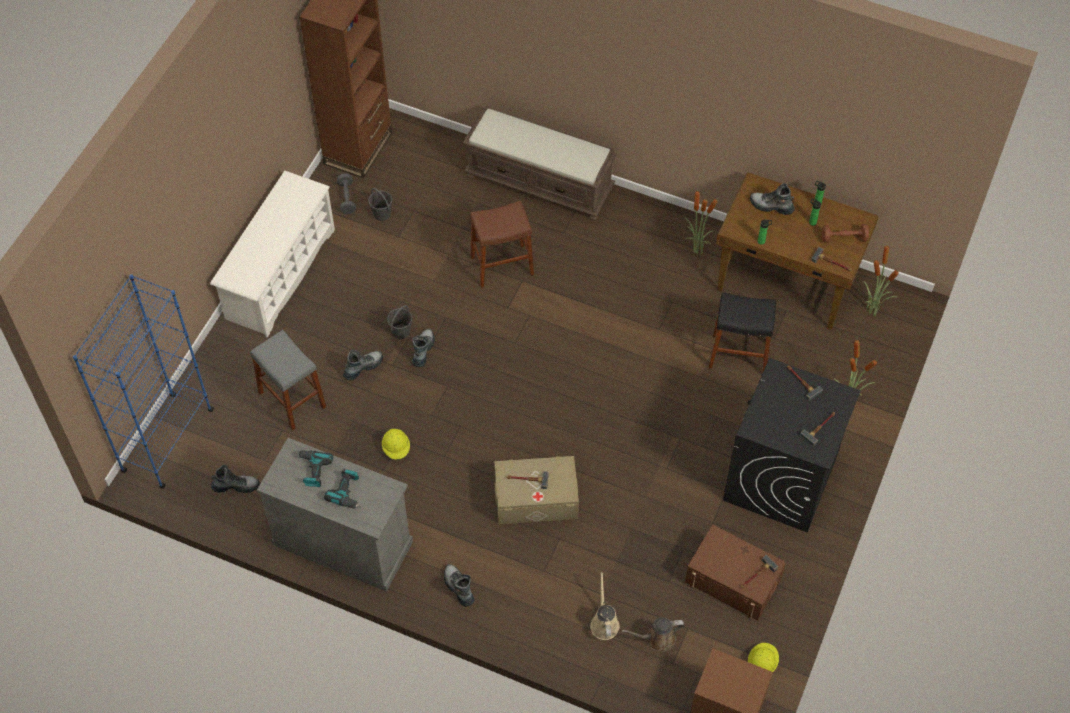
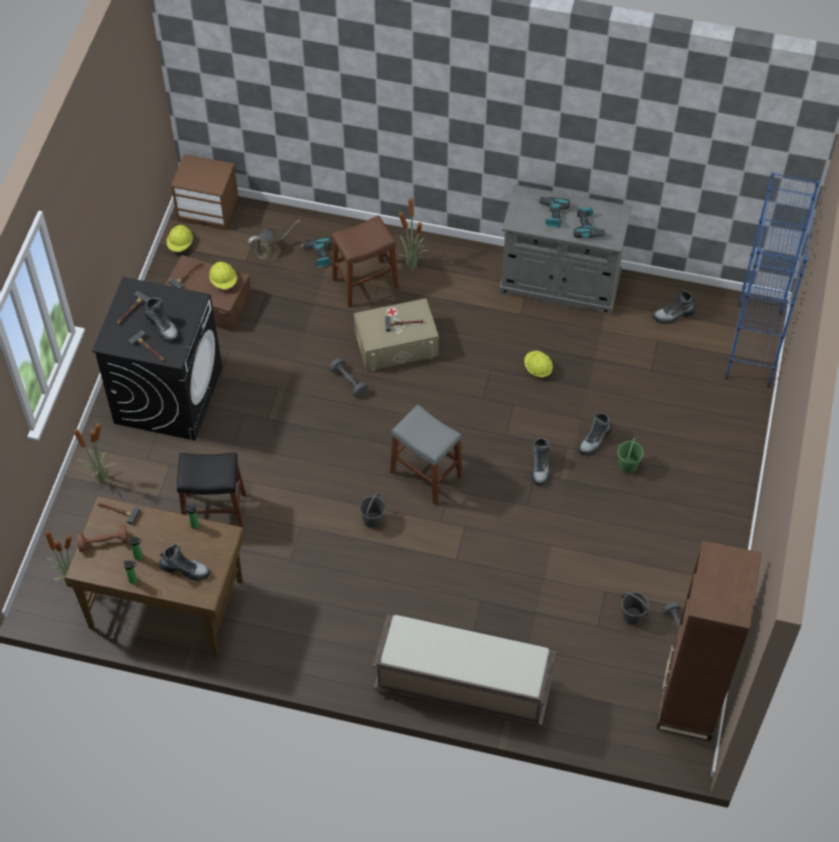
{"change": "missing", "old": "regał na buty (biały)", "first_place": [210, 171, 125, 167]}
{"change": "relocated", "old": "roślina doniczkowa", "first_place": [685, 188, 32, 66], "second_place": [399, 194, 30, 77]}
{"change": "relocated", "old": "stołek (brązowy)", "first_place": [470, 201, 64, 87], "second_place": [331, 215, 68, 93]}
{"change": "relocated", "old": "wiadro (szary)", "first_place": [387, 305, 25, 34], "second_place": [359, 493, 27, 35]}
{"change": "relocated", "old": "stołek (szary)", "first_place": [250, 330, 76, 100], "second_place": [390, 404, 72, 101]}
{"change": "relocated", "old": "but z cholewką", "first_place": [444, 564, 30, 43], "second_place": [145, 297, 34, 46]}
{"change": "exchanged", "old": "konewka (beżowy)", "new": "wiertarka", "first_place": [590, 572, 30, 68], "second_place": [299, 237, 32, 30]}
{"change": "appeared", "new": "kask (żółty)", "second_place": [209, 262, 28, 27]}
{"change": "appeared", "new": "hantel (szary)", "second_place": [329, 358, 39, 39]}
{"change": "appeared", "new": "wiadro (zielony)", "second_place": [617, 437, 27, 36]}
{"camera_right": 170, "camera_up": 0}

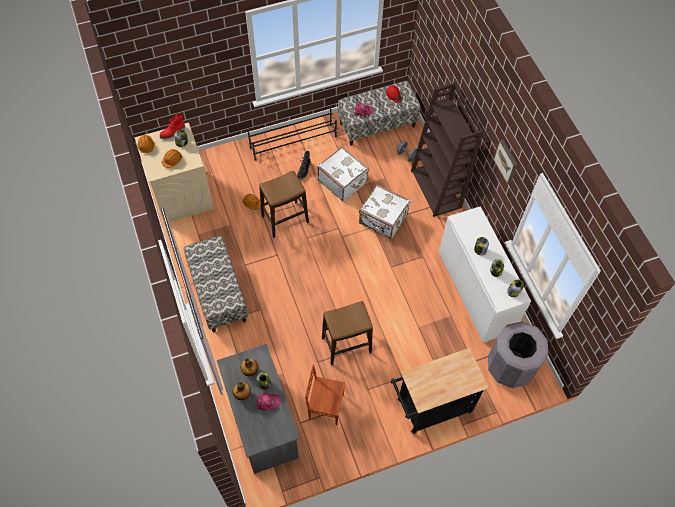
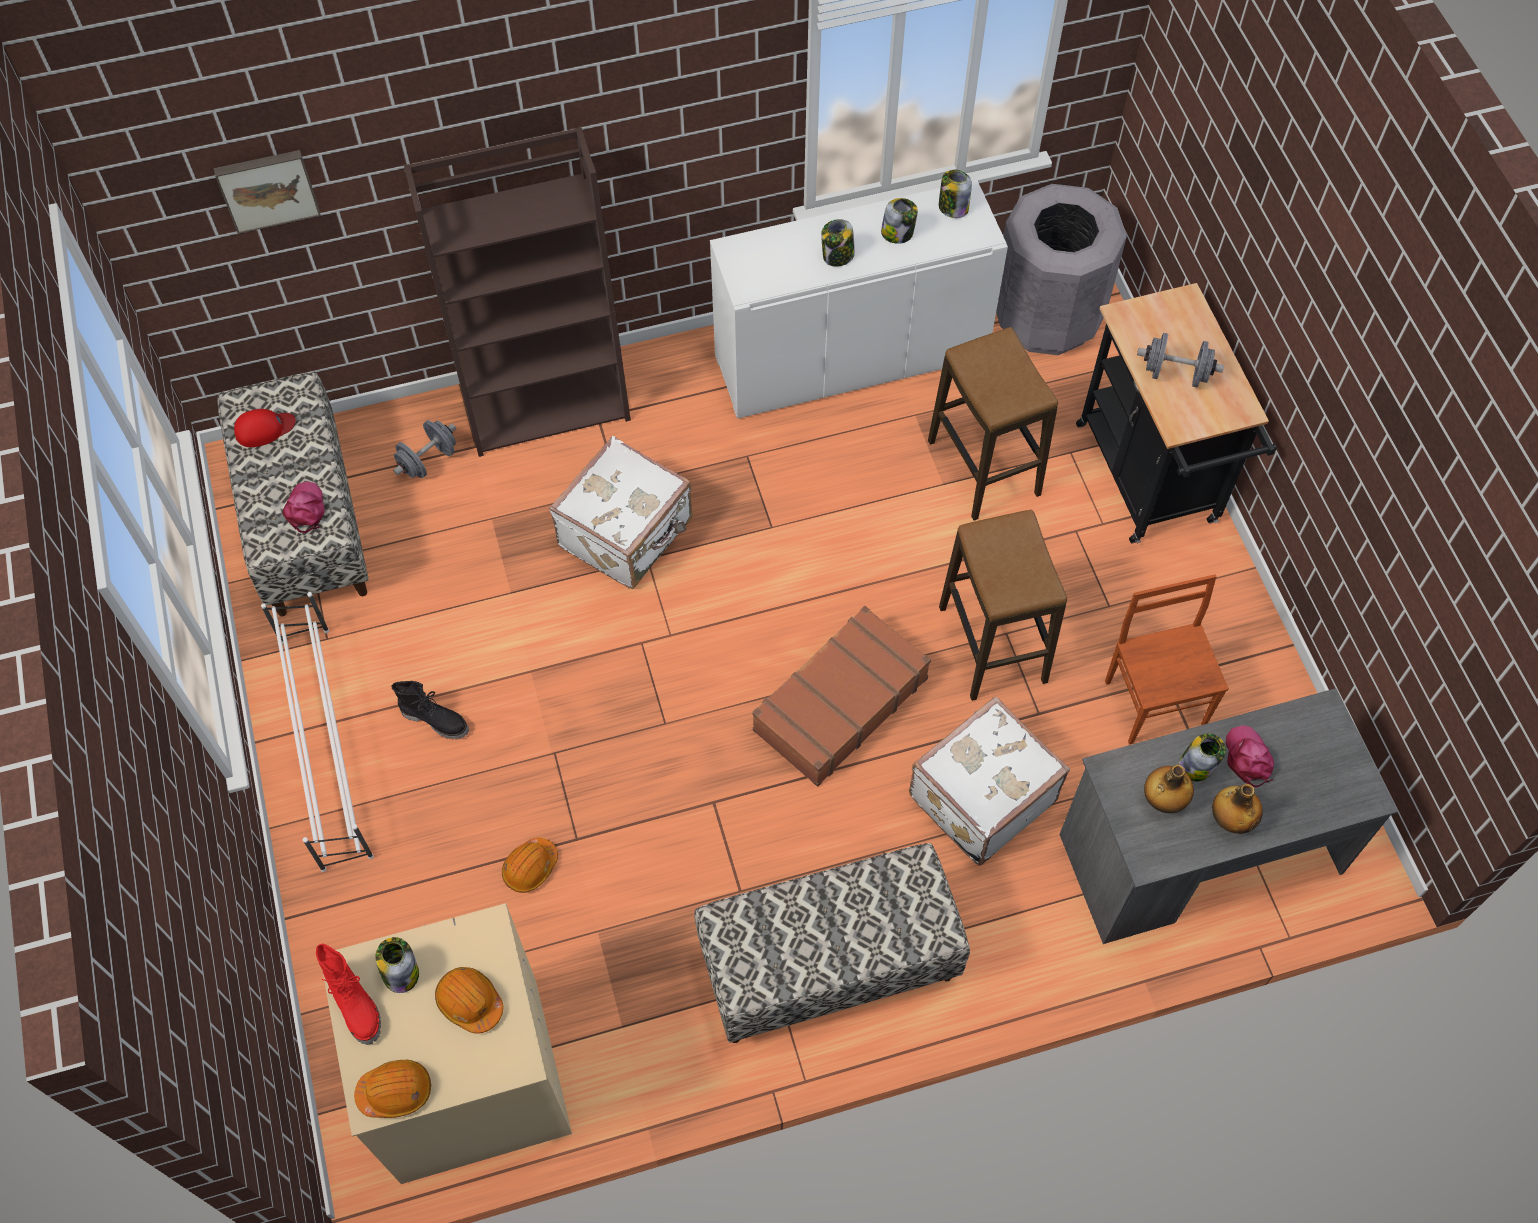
{"change": "colour", "old": "regał na buty (czarny)", "new": "regał na buty (biały)", "first_place": [248, 109, 89, 52], "second_place": [261, 592, 113, 280]}
{"change": "relocated", "old": "obraz", "first_place": [493, 139, 25, 45], "second_place": [214, 150, 107, 84]}
{"change": "relocated", "old": "walizka (biały)", "first_place": [317, 146, 52, 56], "second_place": [909, 696, 161, 170]}
{"change": "relocated", "old": "stołek", "first_place": [259, 170, 50, 68], "second_place": [928, 327, 130, 194]}
{"change": "spun", "old": "krzesło (brązowy)", "first_place": [305, 365, 40, 60], "second_place": [1105, 574, 124, 170], "degrees": 150}
{"change": "appeared", "new": "hantel (szary)", "second_place": [1137, 333, 87, 54]}
{"change": "appeared", "new": "walizka (brązowy)", "second_place": [752, 606, 179, 180]}
{"camera_right": -85, "camera_up": 0}

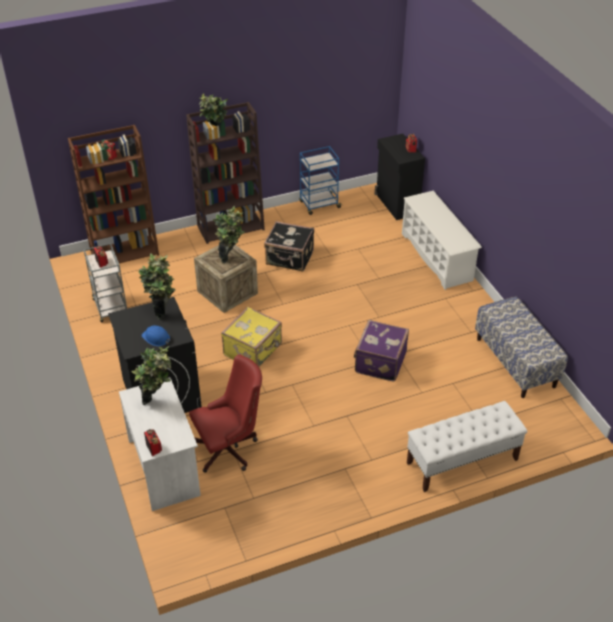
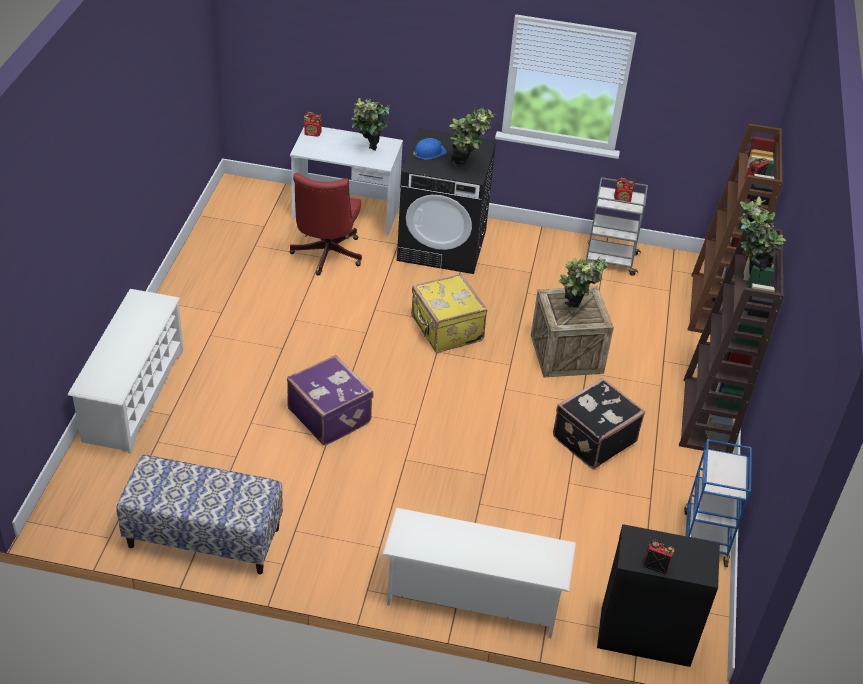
{"change": "exchanged", "old": "ławka (biały)", "new": "regał na buty (biały)", "first_place": [407, 401, 120, 91], "second_place": [68, 289, 115, 165]}
{"camera_right": 120, "camera_up": 0}

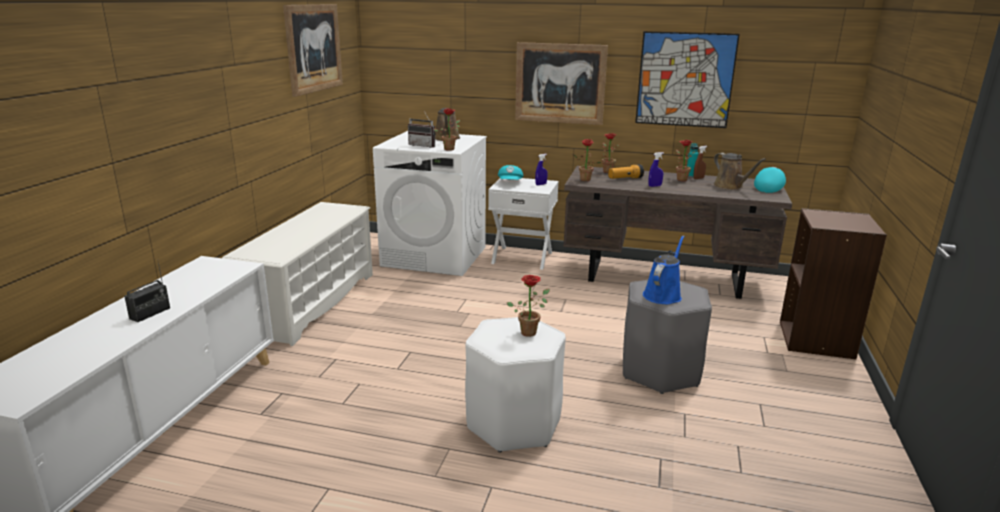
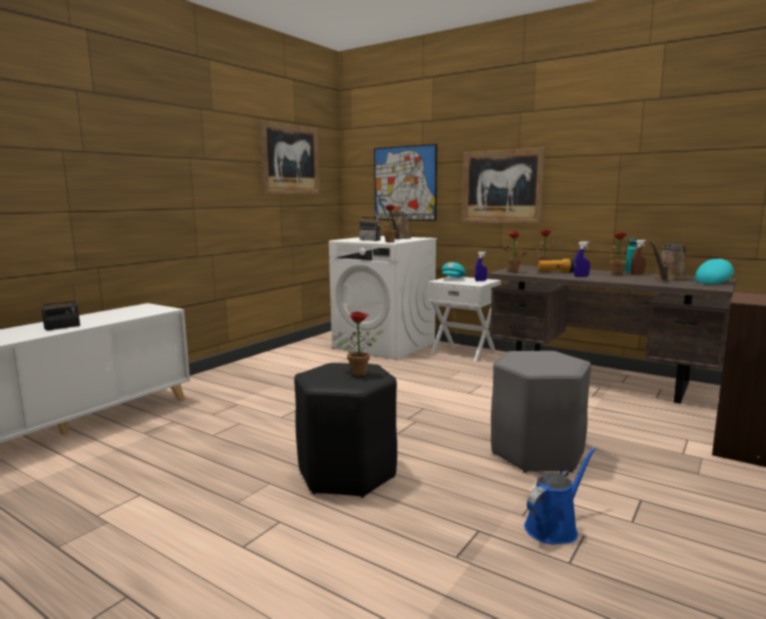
{"change": "relocated", "old": "obraz", "first_place": [635, 31, 105, 97], "second_place": [374, 144, 63, 77]}
{"change": "spun", "old": "konewka (brązowy)", "first_place": [713, 153, 53, 37], "second_place": [650, 242, 38, 40], "degrees": 60}
{"change": "missing", "old": "regał na buty (biały)", "first_place": [222, 202, 151, 144]}
{"change": "relocated", "old": "konewka (niebieski)", "first_place": [643, 235, 42, 69], "second_place": [524, 448, 72, 96]}
{"change": "colour", "old": "stołek (biały)", "new": "stołek (czarny)", "first_place": [465, 317, 101, 136], "second_place": [294, 363, 103, 135]}
{"camera_right": 20, "camera_up": -10}

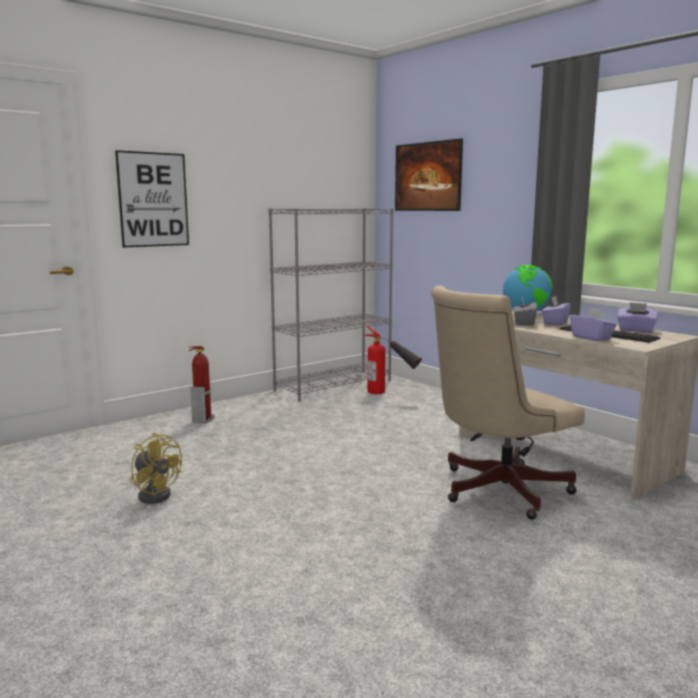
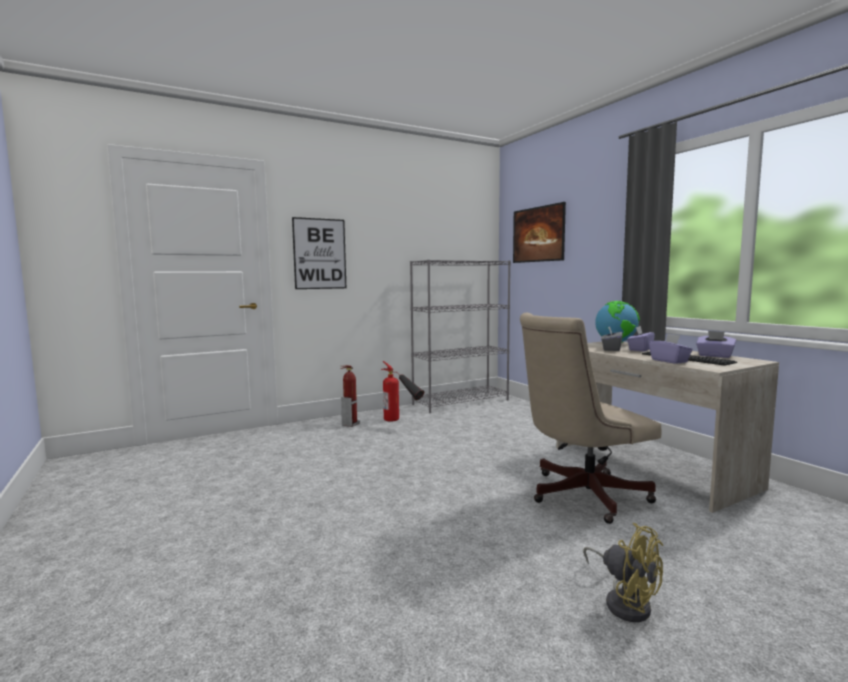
{"change": "relocated", "old": "gaśnica", "first_place": [363, 326, 59, 68], "second_place": [381, 361, 43, 61]}
{"change": "relocated", "old": "wentylator (żółty)", "first_place": [131, 432, 51, 72], "second_place": [583, 523, 80, 99]}
{"camera_right": 10, "camera_up": -5}

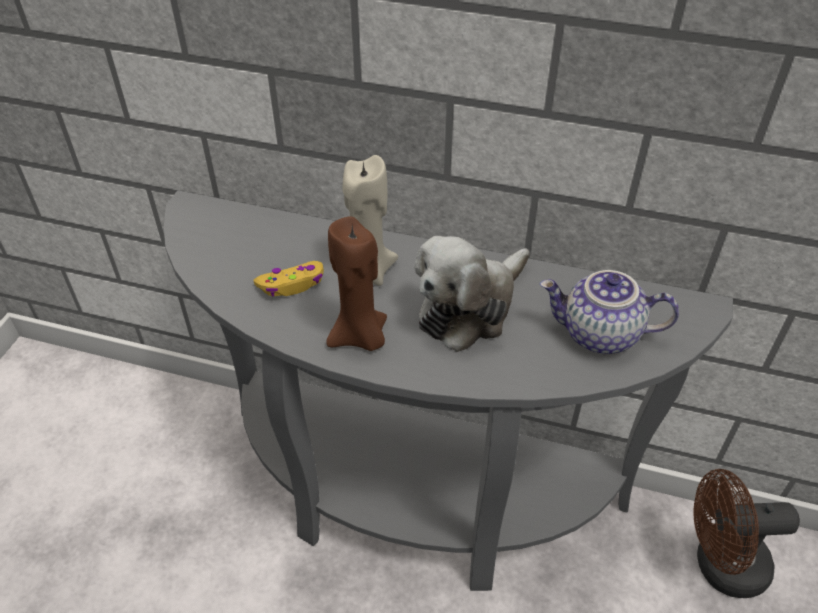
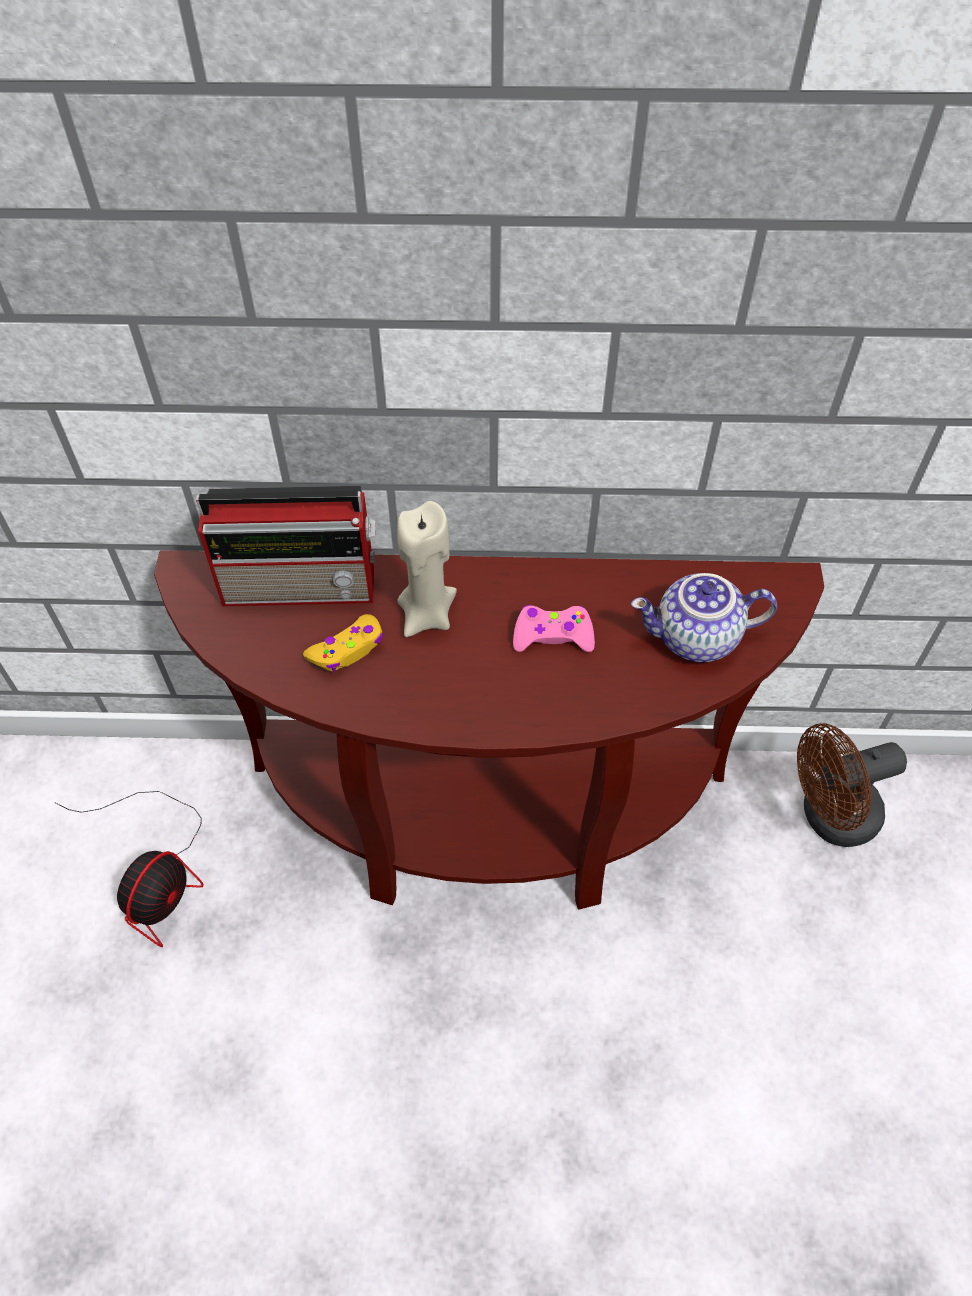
{"change": "colour", "old": "stolik konsolowy (szary)", "new": "stolik konsolowy (brązowy)", "first_place": [163, 190, 570, 401], "second_place": [154, 550, 670, 360]}
{"change": "missing", "old": "świeca (brązowy)", "first_place": [326, 216, 61, 135]}
{"change": "exchanged", "old": "pluszak", "new": "pad do gier (różowy)", "first_place": [414, 236, 116, 116], "second_place": [513, 605, 82, 47]}
{"change": "appeared", "new": "radio", "second_place": [196, 486, 180, 120]}
{"change": "appeared", "new": "wentylator", "second_place": [54, 791, 150, 156]}
{"camera_right": -15, "camera_up": 10}

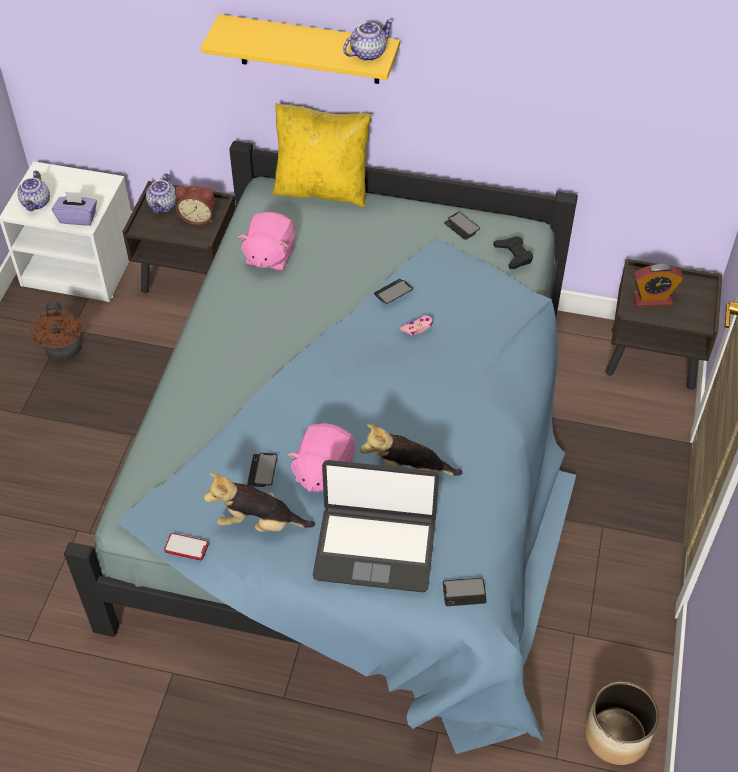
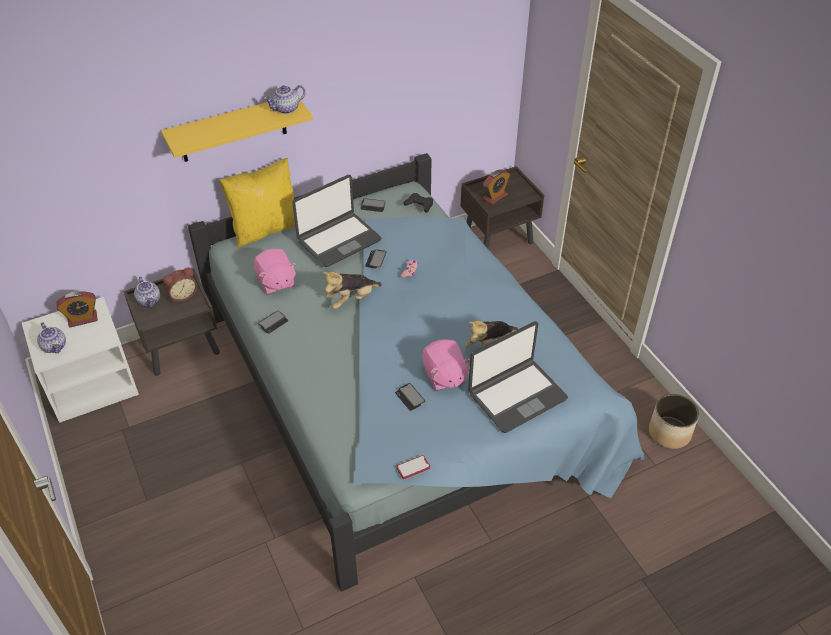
{"change": "spun", "old": "imbryk", "first_place": [343, 20, 50, 41], "second_place": [264, 85, 41, 29], "degrees": -135}
{"change": "missing", "old": "pudełko chusteczek (fioletowy)", "first_place": [52, 191, 45, 35]}
{"change": "missing", "old": "wentylator (brązowy)", "first_place": [30, 301, 52, 59]}
{"change": "relocated", "old": "pluszak", "first_place": [203, 472, 112, 60], "second_place": [323, 272, 59, 37]}
{"change": "relocated", "old": "telefon", "first_place": [443, 578, 44, 28], "second_place": [258, 311, 30, 23]}
{"change": "appeared", "new": "laptop", "second_place": [292, 175, 89, 92]}
{"change": "appeared", "new": "budzik", "second_place": [56, 291, 42, 37]}
{"camera_right": -40, "camera_up": -5}

